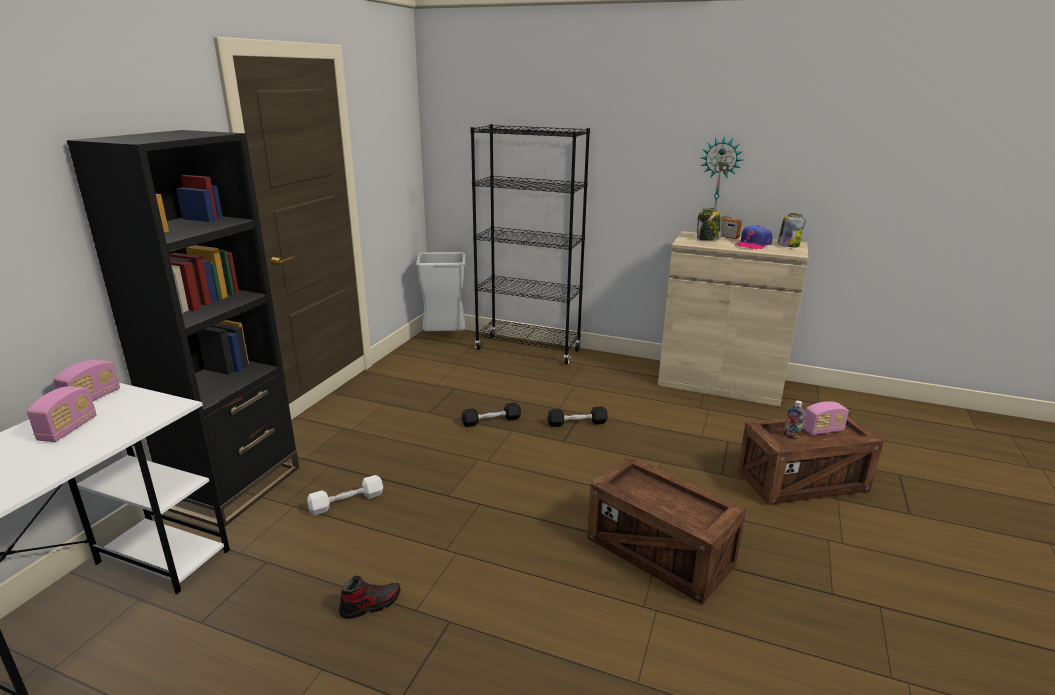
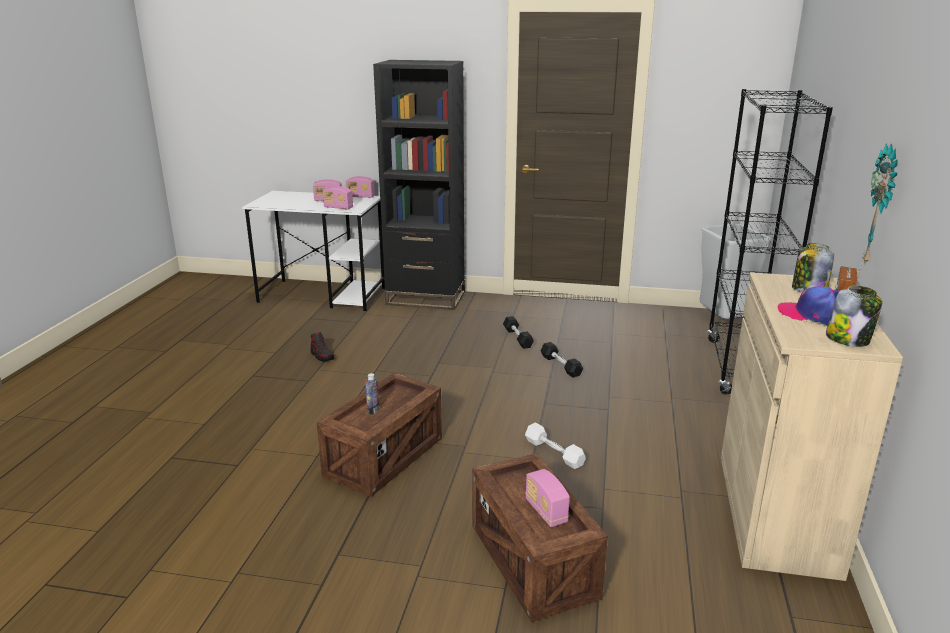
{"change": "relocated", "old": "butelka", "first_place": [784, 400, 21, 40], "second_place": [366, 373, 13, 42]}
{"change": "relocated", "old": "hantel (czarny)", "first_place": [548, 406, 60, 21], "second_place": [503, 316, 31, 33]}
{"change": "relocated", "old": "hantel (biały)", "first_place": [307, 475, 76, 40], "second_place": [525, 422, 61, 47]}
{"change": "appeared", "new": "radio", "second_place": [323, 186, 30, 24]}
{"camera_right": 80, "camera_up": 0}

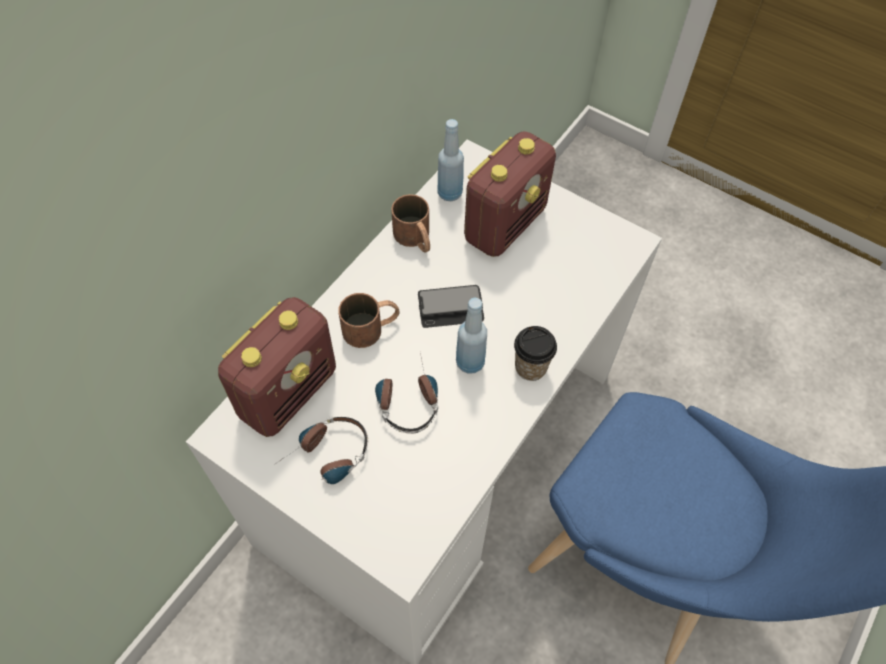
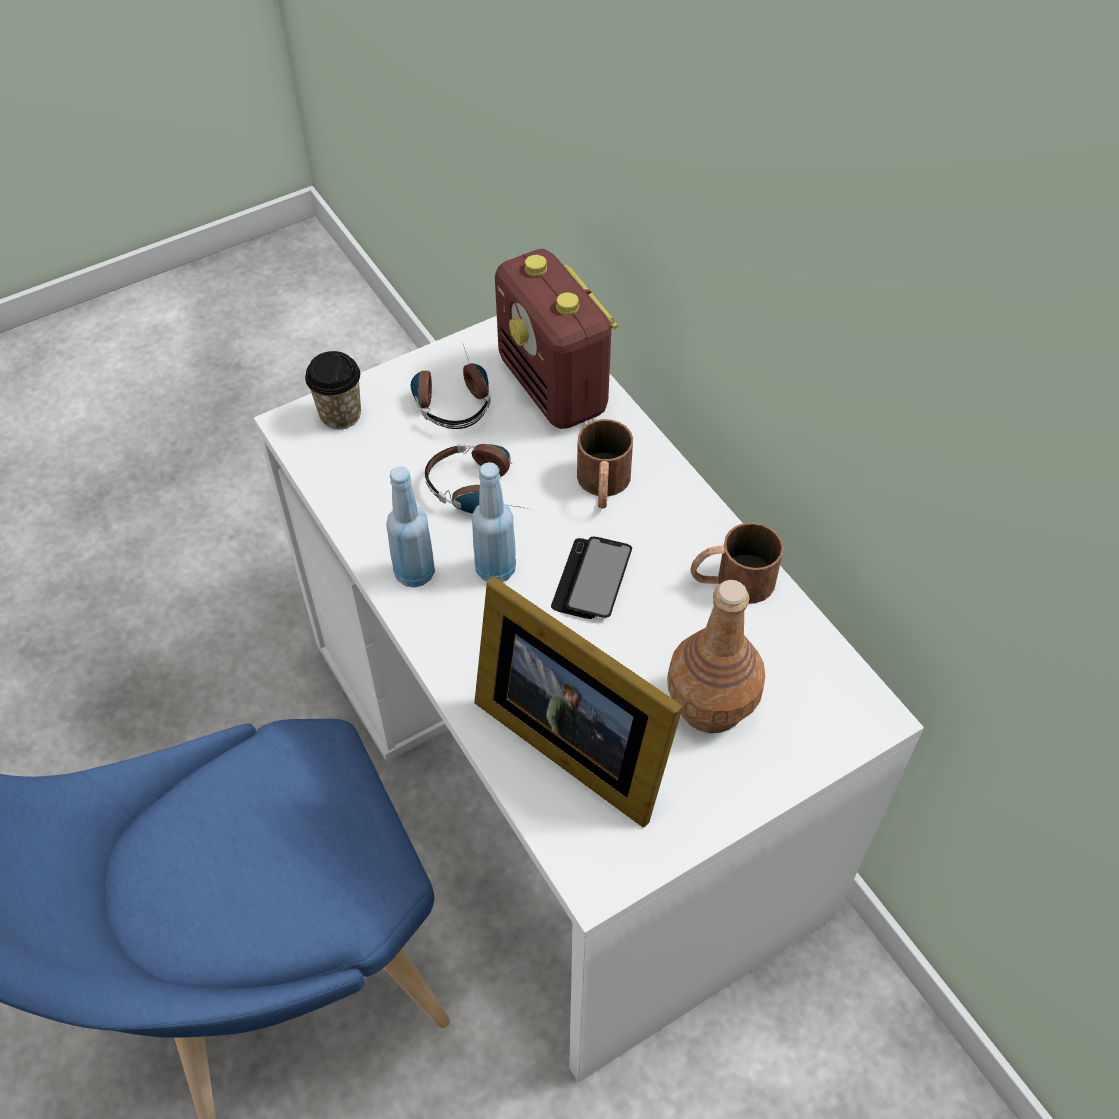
{"change": "relocated", "old": "butelka (niebieski)", "first_place": [437, 119, 27, 82], "second_place": [386, 467, 49, 121]}
{"change": "exchanged", "old": "radio", "new": "butelka (brązowy)", "first_place": [464, 131, 92, 126], "second_place": [667, 580, 98, 153]}
{"change": "relocated", "old": "filiżanka", "first_place": [514, 326, 43, 55], "second_place": [305, 351, 56, 79]}
{"change": "appeared", "new": "ramka na zdjęcie", "second_place": [474, 576, 209, 252]}
{"camera_right": 115, "camera_up": -5}

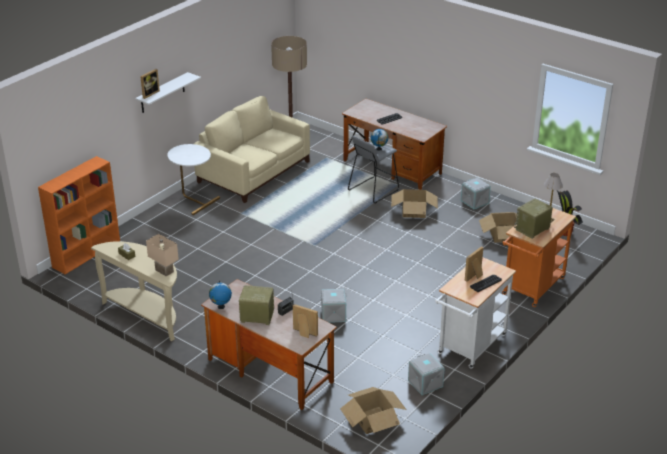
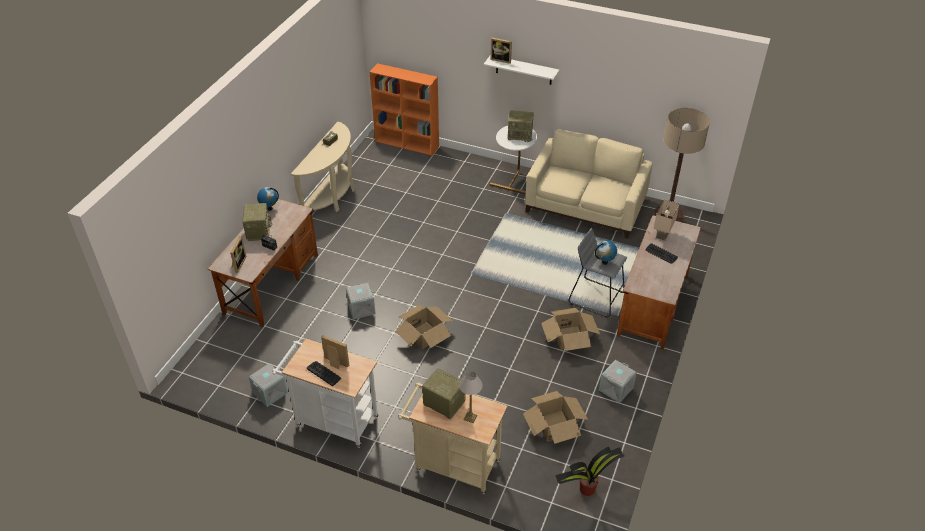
{"change": "colour", "old": "wózek (pomarańczowy)", "new": "wózek (beżowy)", "first_place": [502, 208, 74, 99], "second_place": [398, 383, 109, 111]}
{"change": "relocated", "old": "lampa stołowa (beżowy)", "first_place": [146, 234, 33, 42], "second_place": [654, 199, 26, 42]}
{"change": "relocated", "old": "karton", "first_place": [340, 387, 66, 47], "second_place": [395, 305, 58, 44]}
{"change": "appeared", "new": "radio", "second_place": [508, 110, 26, 32]}
{"camera_right": 75, "camera_up": 10}

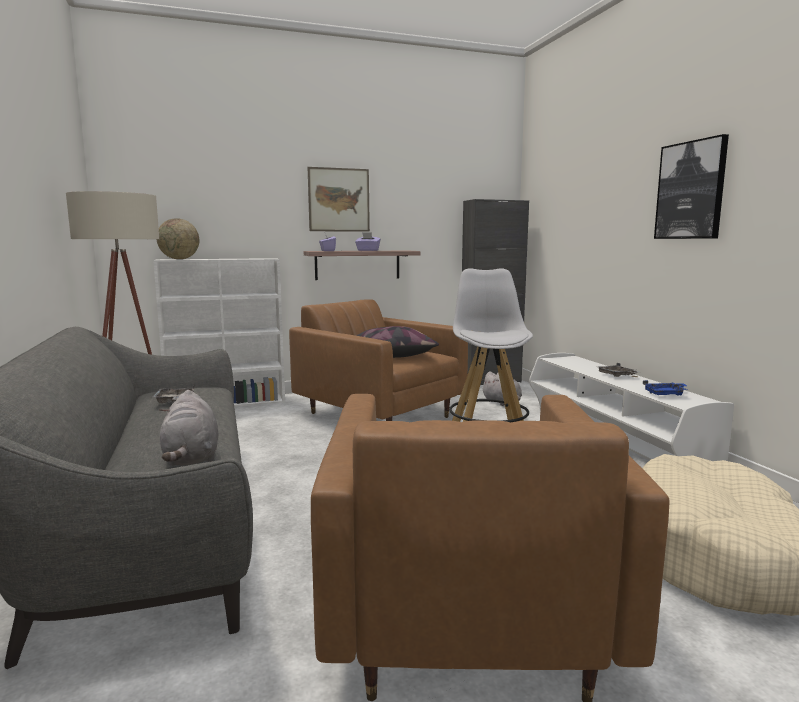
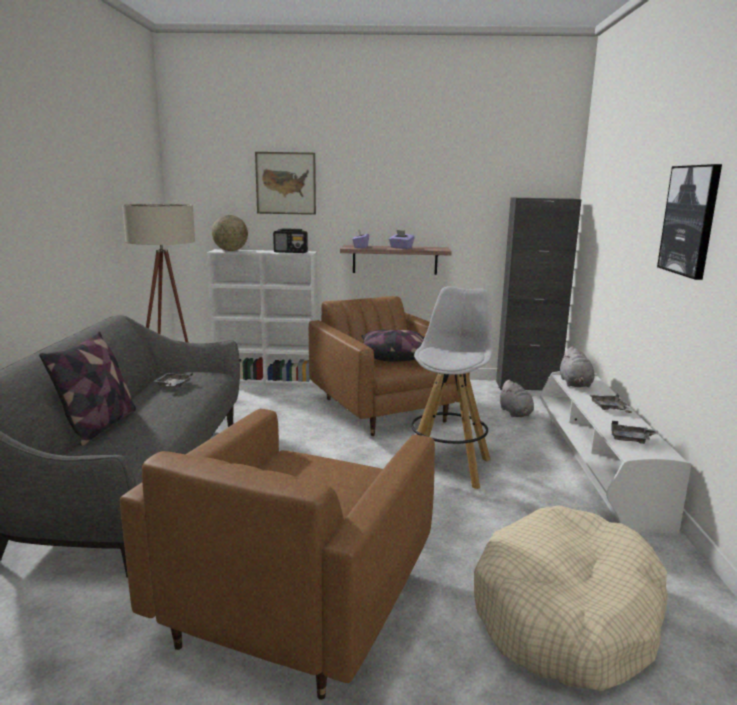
{"change": "relocated", "old": "obraz", "first_place": [308, 167, 62, 65], "second_place": [255, 152, 61, 63]}
{"change": "colour", "old": "taca (niebieski)", "new": "taca (szary)", "first_place": [643, 380, 44, 15], "second_place": [611, 421, 48, 23]}
{"change": "relocated", "old": "pluszak (szary)", "first_place": [159, 390, 59, 76], "second_place": [560, 346, 34, 42]}
{"change": "appeared", "new": "radio", "second_place": [273, 228, 35, 25]}
{"change": "appeared", "new": "poduszka", "second_place": [39, 331, 97, 115]}
{"camera_right": 20, "camera_up": 5}

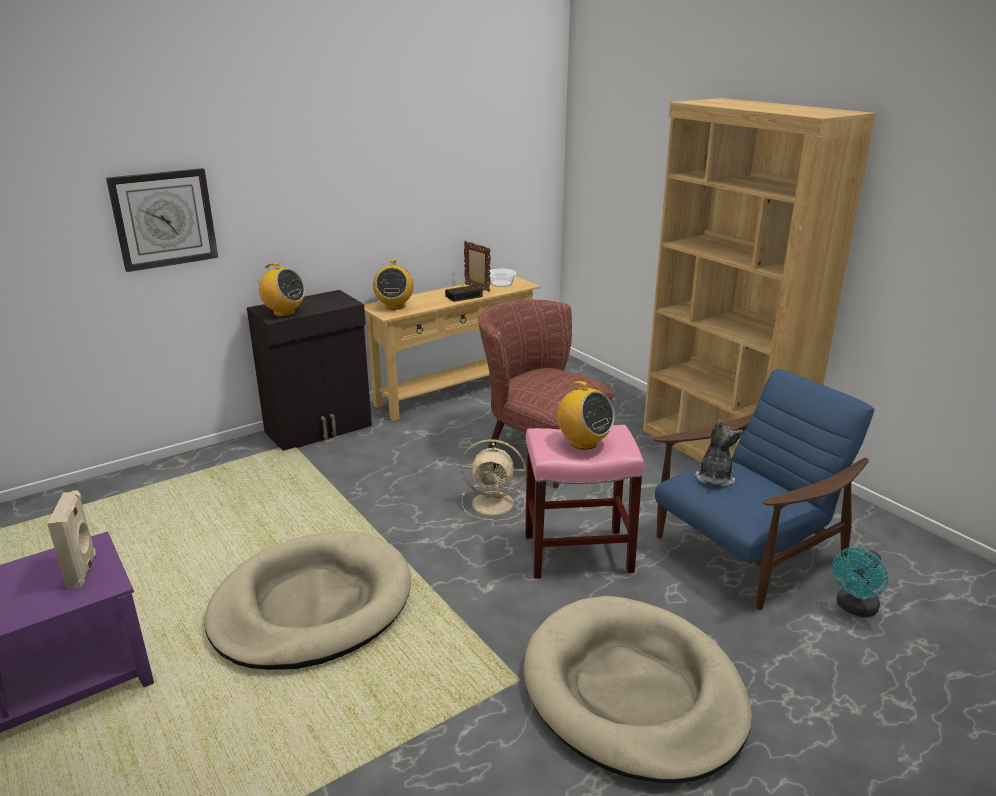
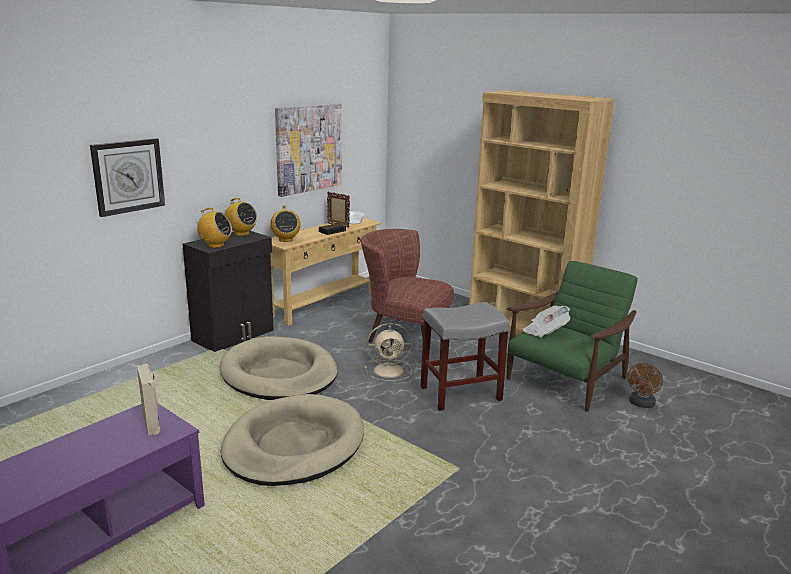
{"change": "colour", "old": "fotel (niebieski)", "new": "fotel (zielony)", "first_place": [654, 369, 220, 241], "second_place": [507, 261, 131, 151]}
{"change": "relocated", "old": "radio", "first_place": [554, 381, 61, 69], "second_place": [225, 198, 32, 38]}
{"change": "exchanged", "old": "pluszak", "new": "gazeta", "first_place": [696, 420, 47, 67], "second_place": [523, 306, 47, 31]}
{"change": "colour", "old": "stołek (różowy)", "new": "stołek (szary)", "first_place": [525, 425, 119, 154], "second_place": [421, 302, 89, 110]}
{"change": "colour", "old": "wentylator (turkusowy)", "new": "wentylator (brązowy)", "first_place": [832, 547, 56, 70], "second_place": [627, 363, 36, 45]}
{"change": "relocated", "old": "legowisko (beżowy)", "first_place": [524, 596, 228, 187], "second_place": [220, 336, 118, 64]}
{"change": "appeared", "new": "obraz", "second_place": [275, 103, 67, 94]}
{"camera_right": -15, "camera_up": -5}

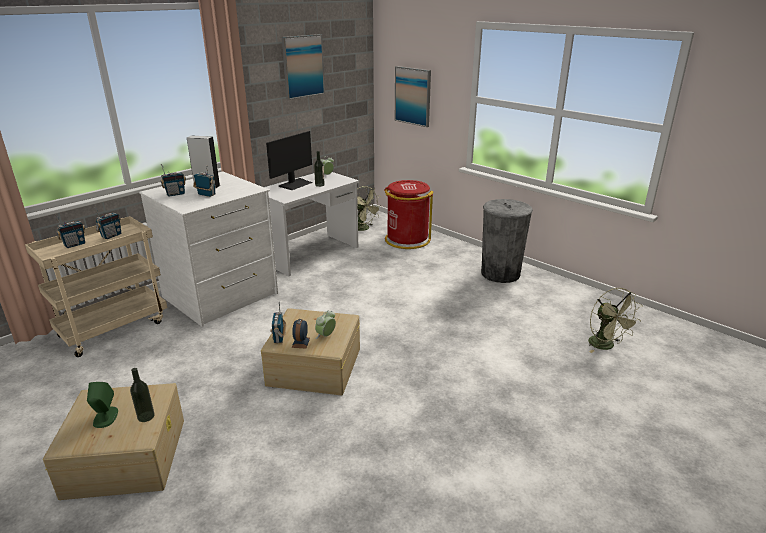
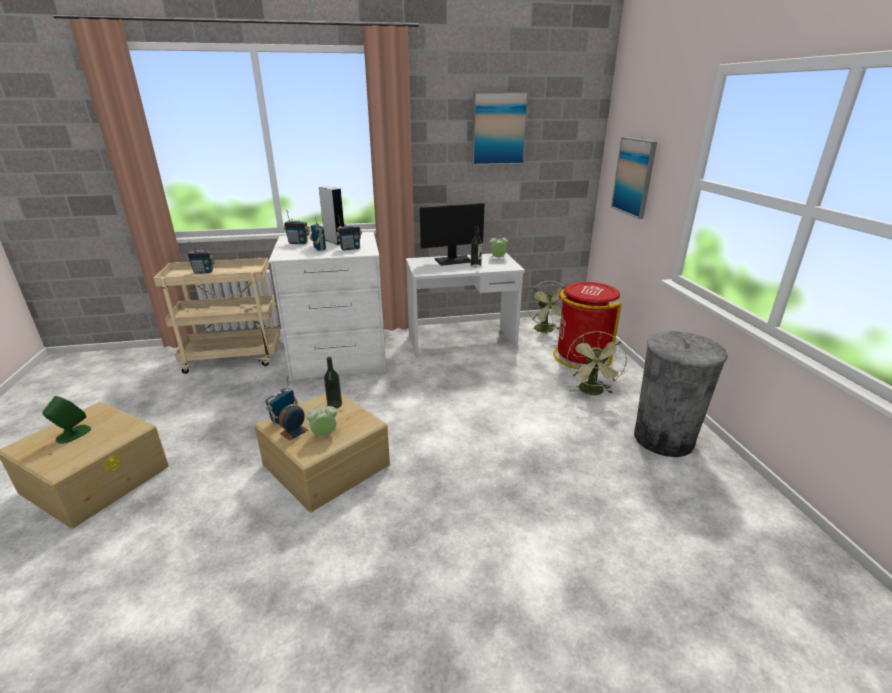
{"change": "relocated", "old": "radio", "first_place": [94, 207, 27, 32], "second_place": [336, 215, 26, 36]}
{"change": "relocated", "old": "wentylator (zielony)", "first_place": [588, 288, 55, 65], "second_place": [567, 331, 60, 64]}
{"change": "relocated", "old": "butelka", "first_place": [130, 368, 25, 54], "second_place": [324, 357, 18, 52]}
{"camera_right": 35, "camera_up": 0}

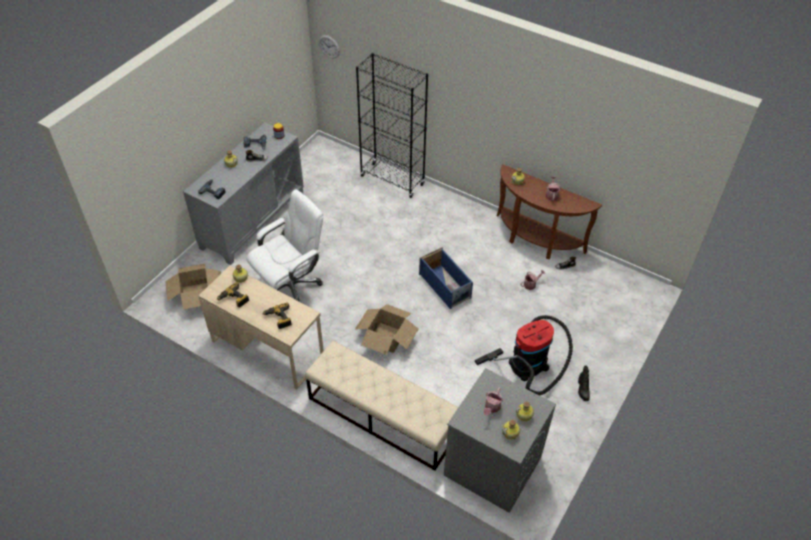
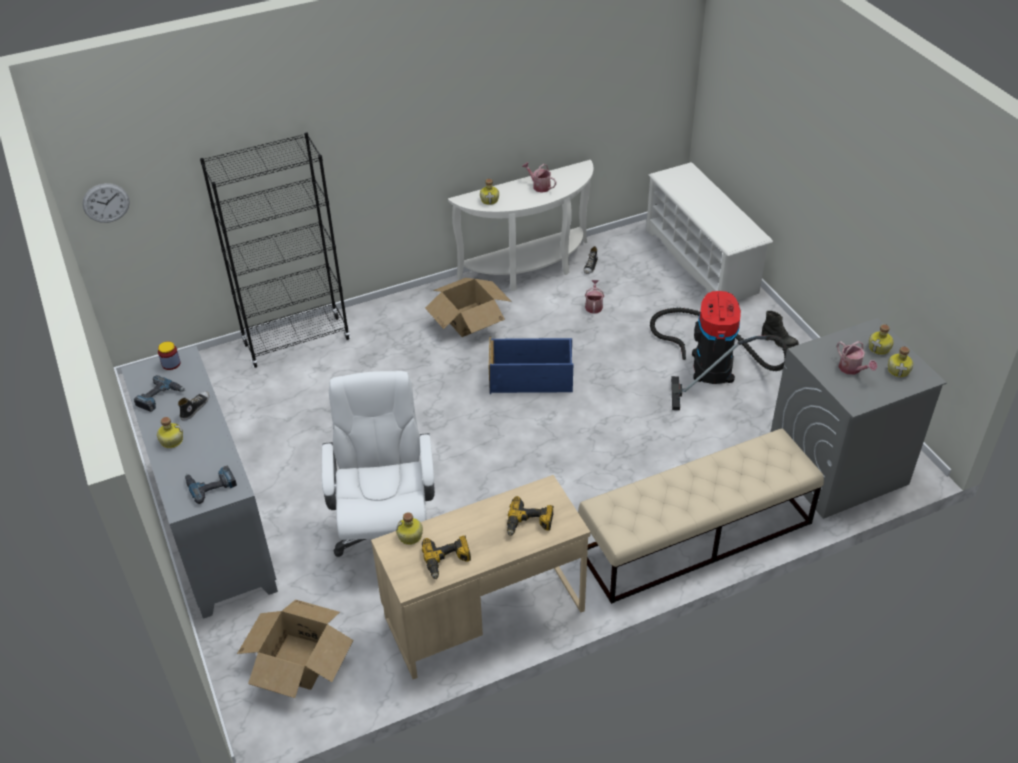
{"change": "colour", "old": "stolik konsolowy (brązowy)", "new": "stolik konsolowy (biały)", "first_place": [497, 164, 105, 95], "second_place": [448, 160, 145, 131]}
{"change": "relocated", "old": "karton", "first_place": [355, 304, 63, 51], "second_place": [425, 278, 87, 59]}
{"change": "appeared", "new": "regał na buty (biały)", "second_place": [646, 162, 127, 139]}
{"camera_right": -55, "camera_up": -5}

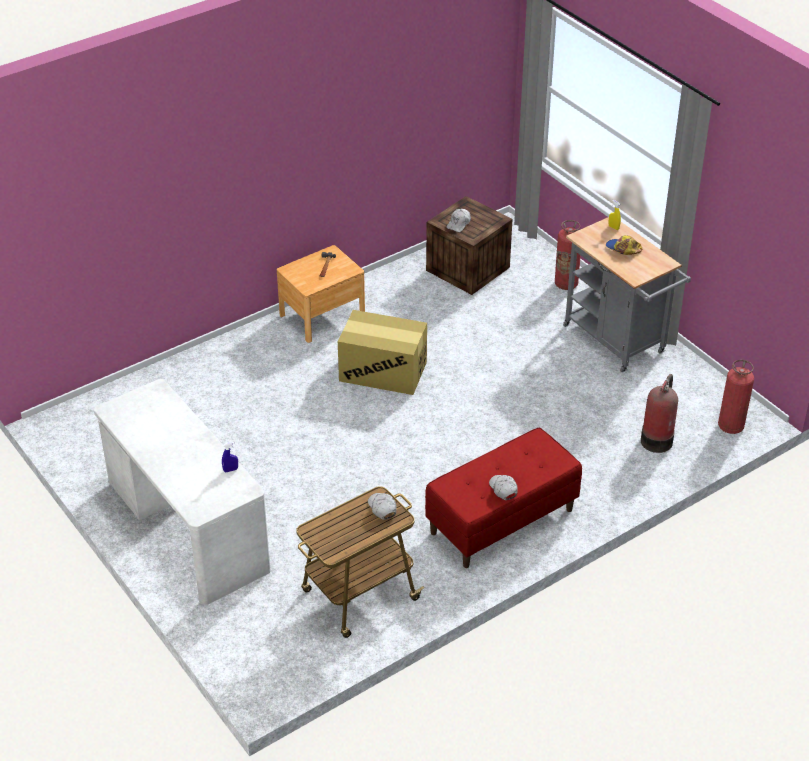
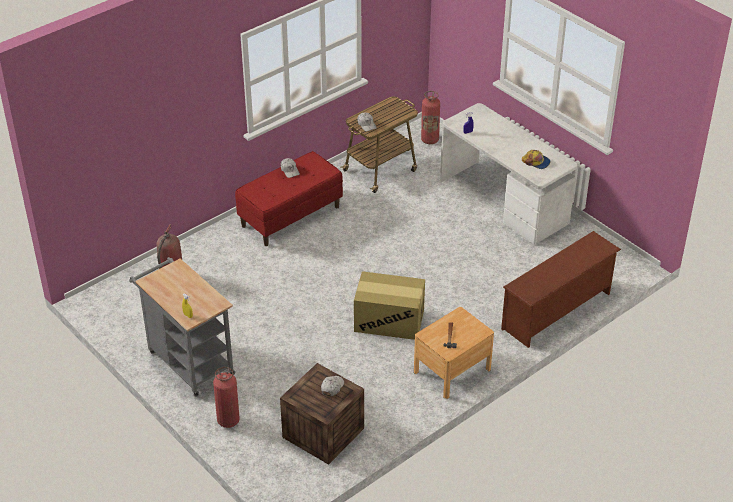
{"change": "relocated", "old": "czapka z daszkiem", "first_place": [606, 235, 36, 20], "second_place": [522, 150, 28, 19]}
{"change": "relocated", "old": "gaśnica", "first_place": [718, 360, 36, 74], "second_place": [421, 91, 19, 53]}
{"change": "appeared", "new": "regał na buty (brązowy)", "second_place": [501, 231, 120, 117]}
{"camera_right": 175, "camera_up": 0}

